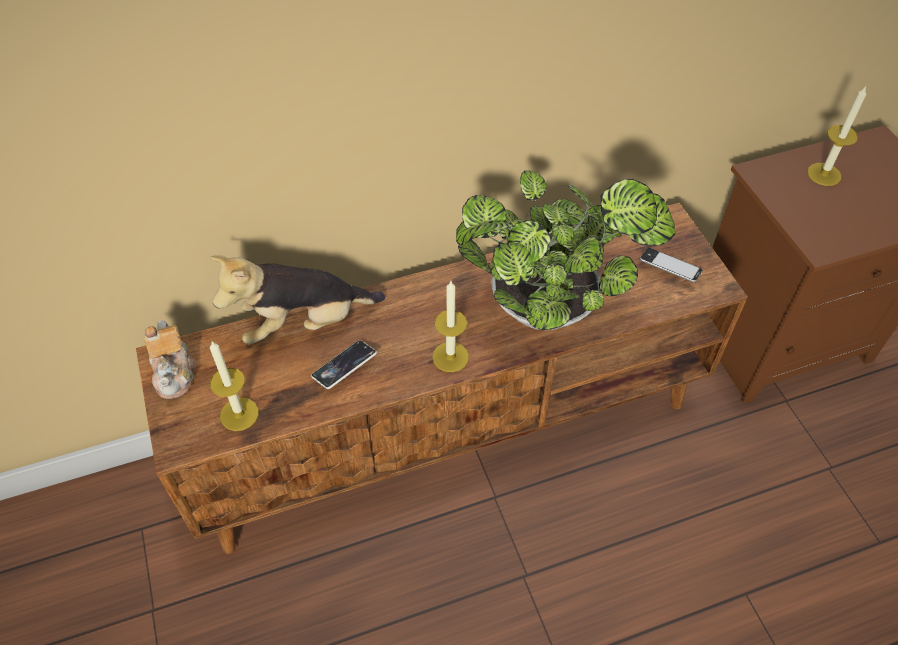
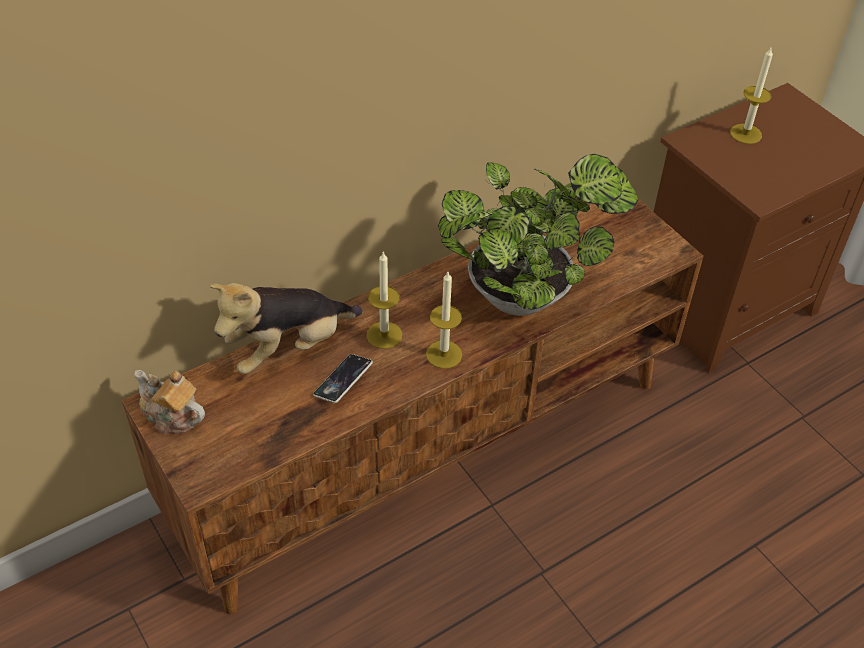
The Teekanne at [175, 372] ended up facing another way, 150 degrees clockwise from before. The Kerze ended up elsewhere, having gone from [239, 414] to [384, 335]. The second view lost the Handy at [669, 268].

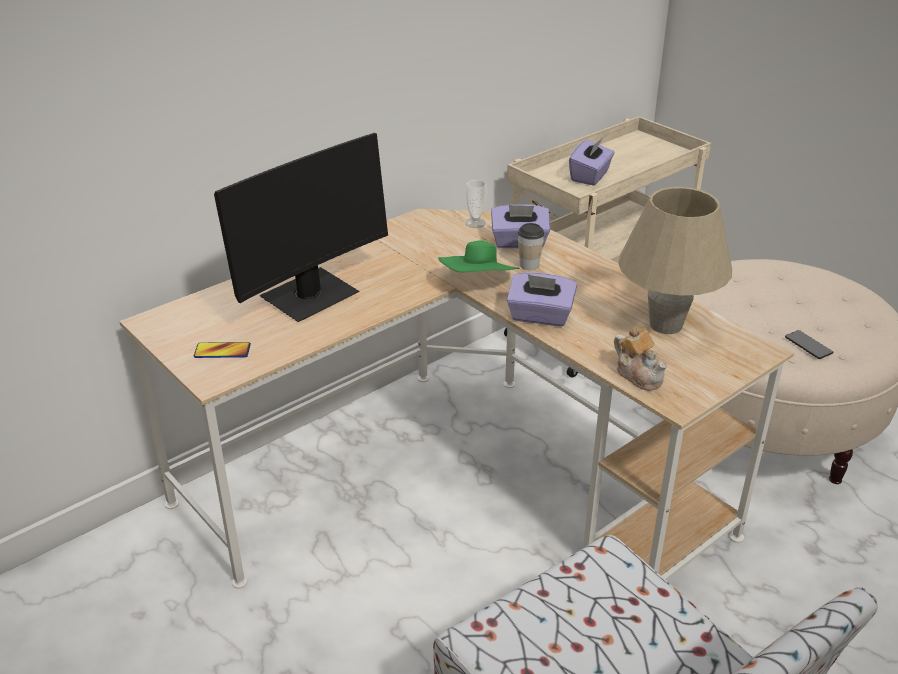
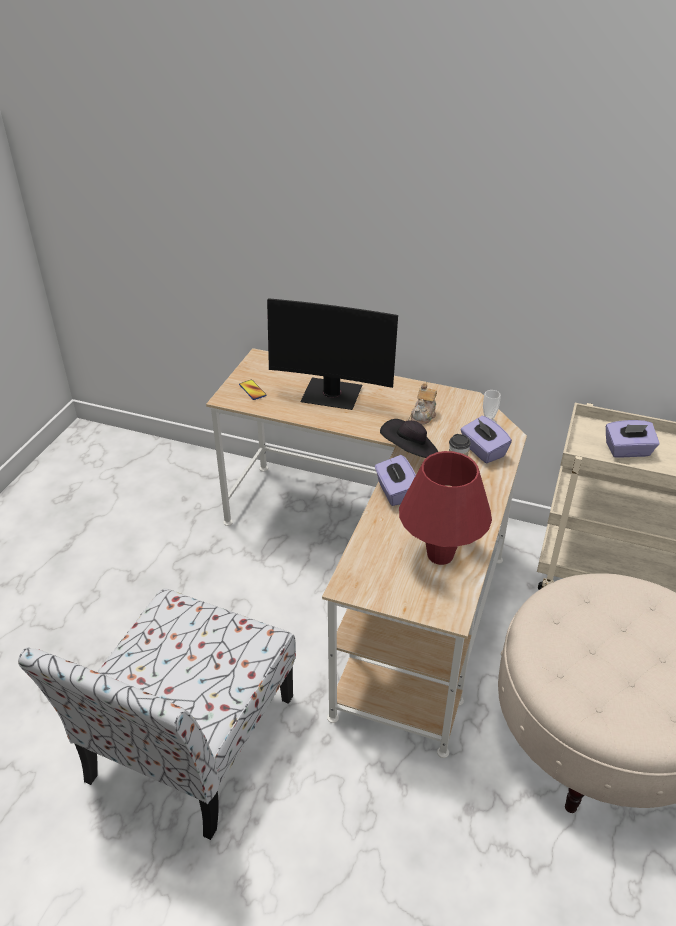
What was the Hut (grün) at [479, 284] turned into the Hut (schwarz) at [410, 452]. What was the Tischlampe (beige) at [665, 325] turned into the Tischlampe (rot) at [440, 555]. The Teekanne ended up elsewhere, having gone from [639, 375] to [424, 415]. The second view lost the Handy at [808, 345].

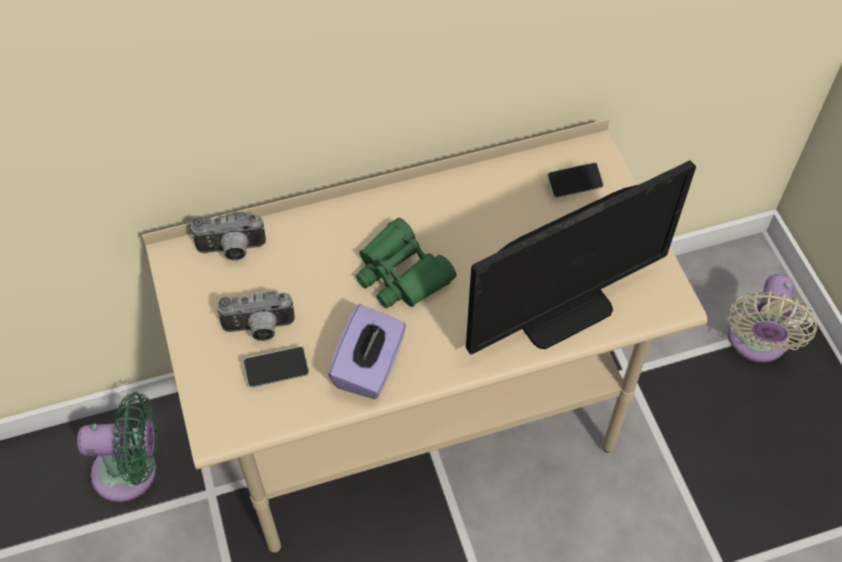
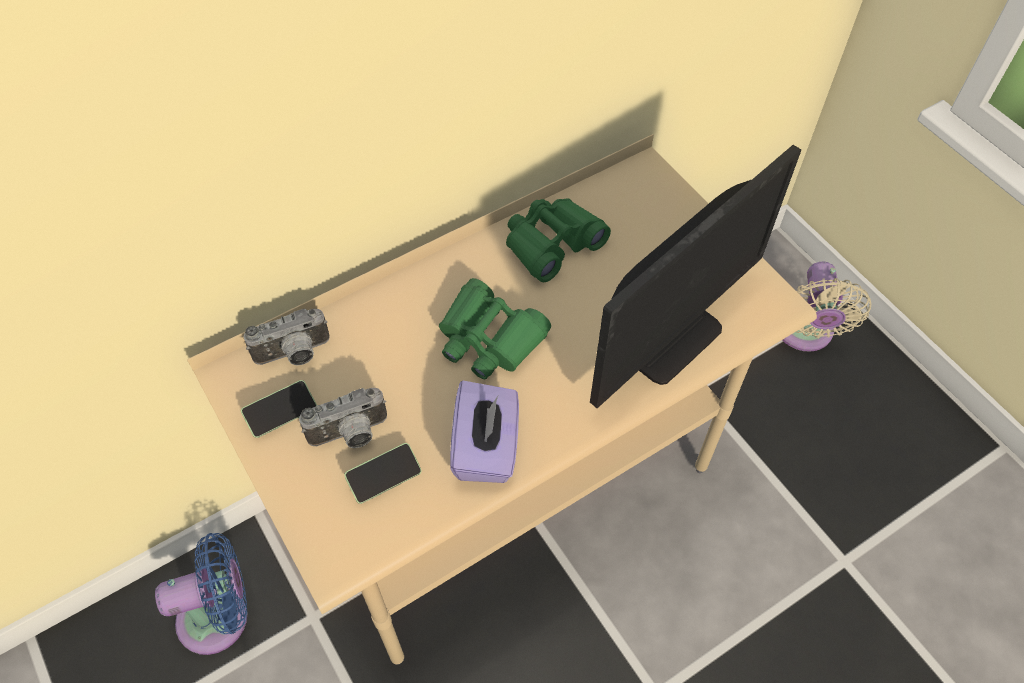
What was the Ventilator (grün) at [132, 471] turned into the Ventilator (blau) at [221, 616]. The Handy ended up elsewhere, having gone from [574, 185] to [281, 413]. The second view gained the Fernglas (grün) at [552, 244].

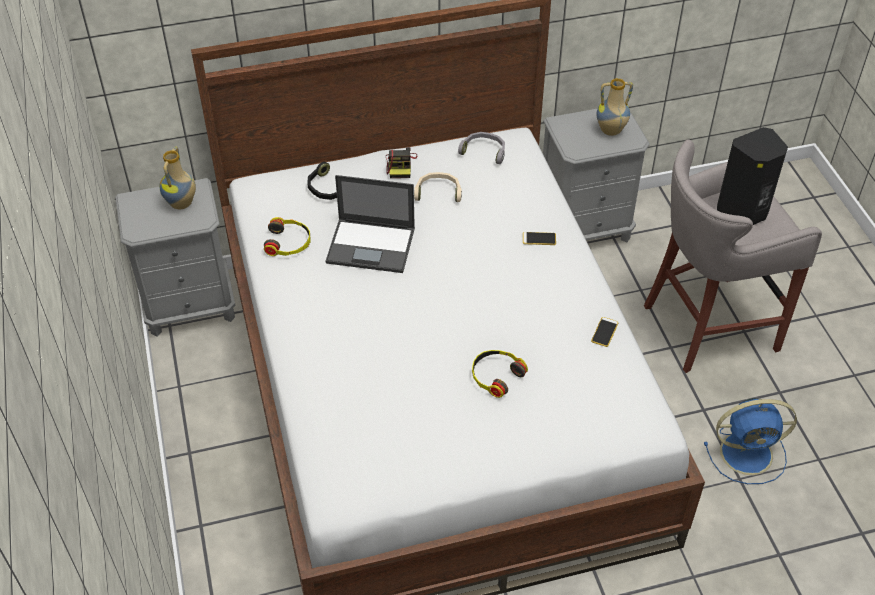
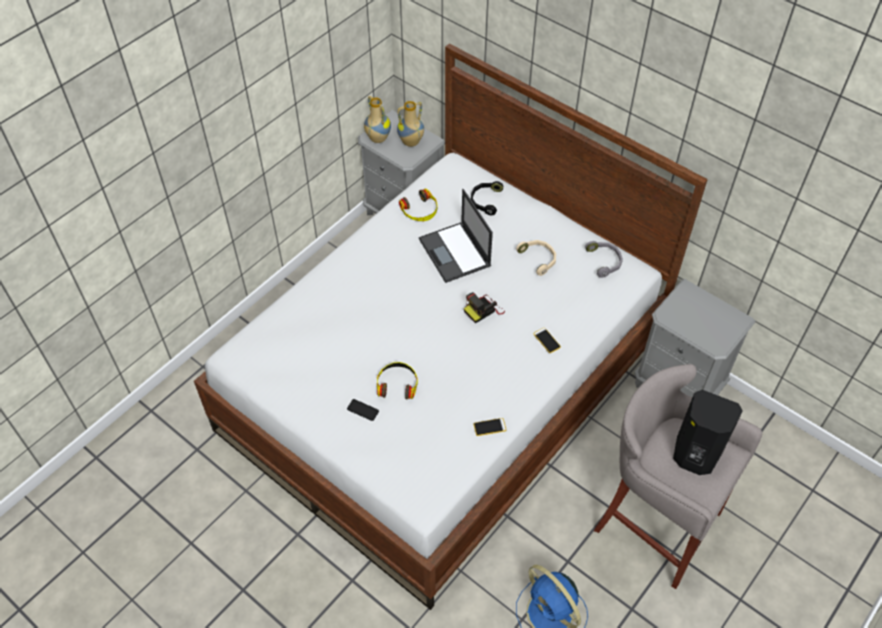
The second view gained the Handy at [363, 410]. The Vase ended up elsewhere, having gone from [610, 131] to [377, 139]. The Kamera ended up elsewhere, having gone from [400, 165] to [483, 310].

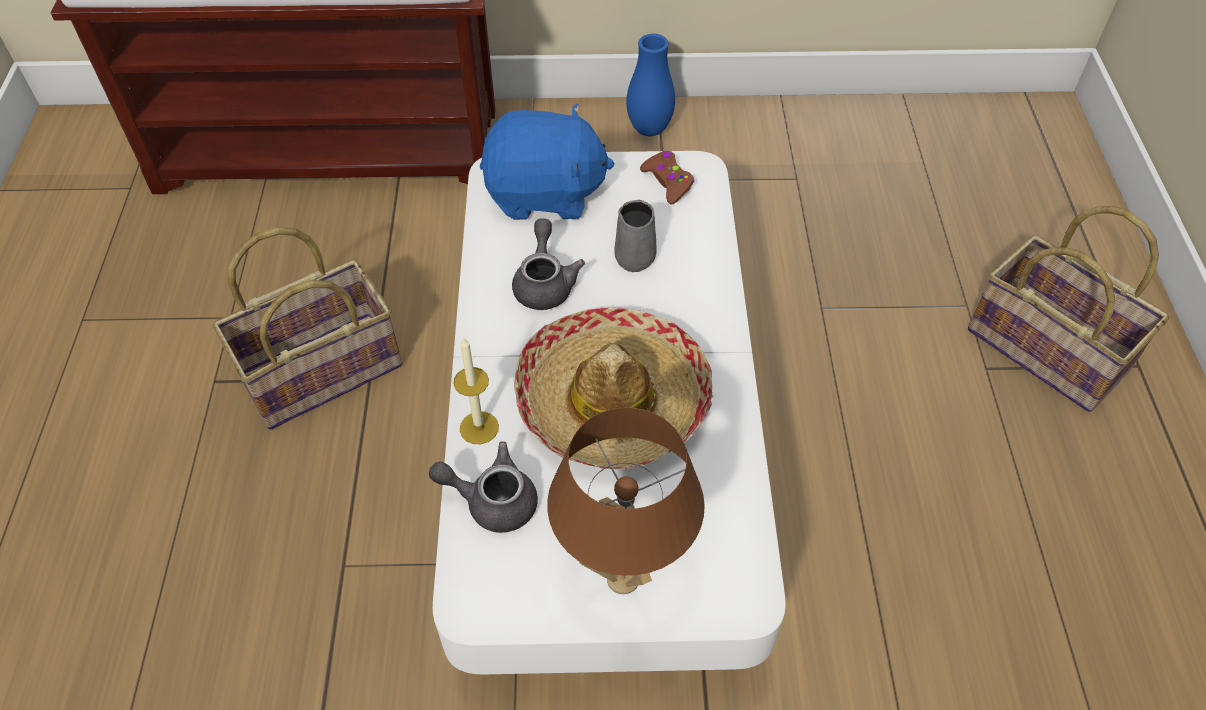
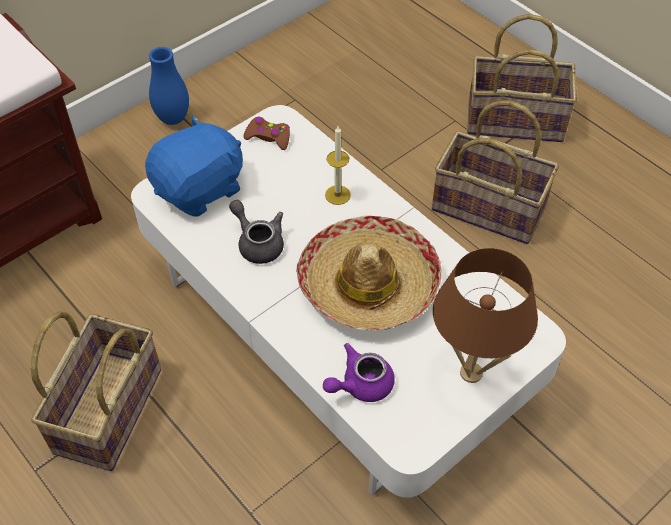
What was the Teekanne (grau) at [492, 501] turned into the Teekanne (lila) at [360, 385]. The Kerze ended up elsewhere, having gone from [479, 427] to [337, 195]. The second view gained the Korb at [489, 207]. The second view lost the Henkelbecher (grau) at [636, 257].

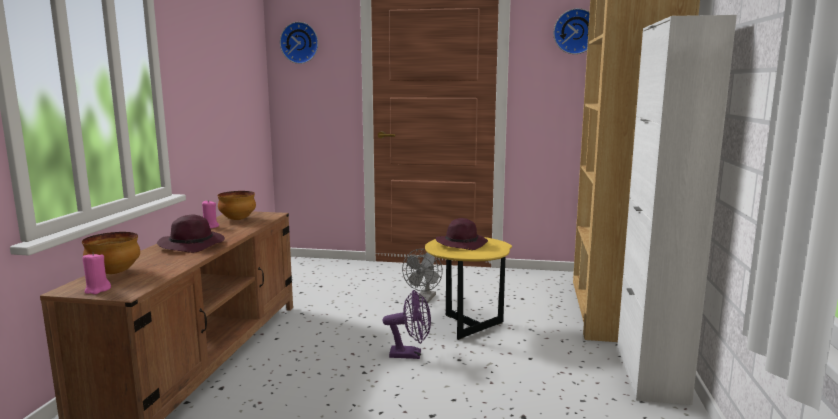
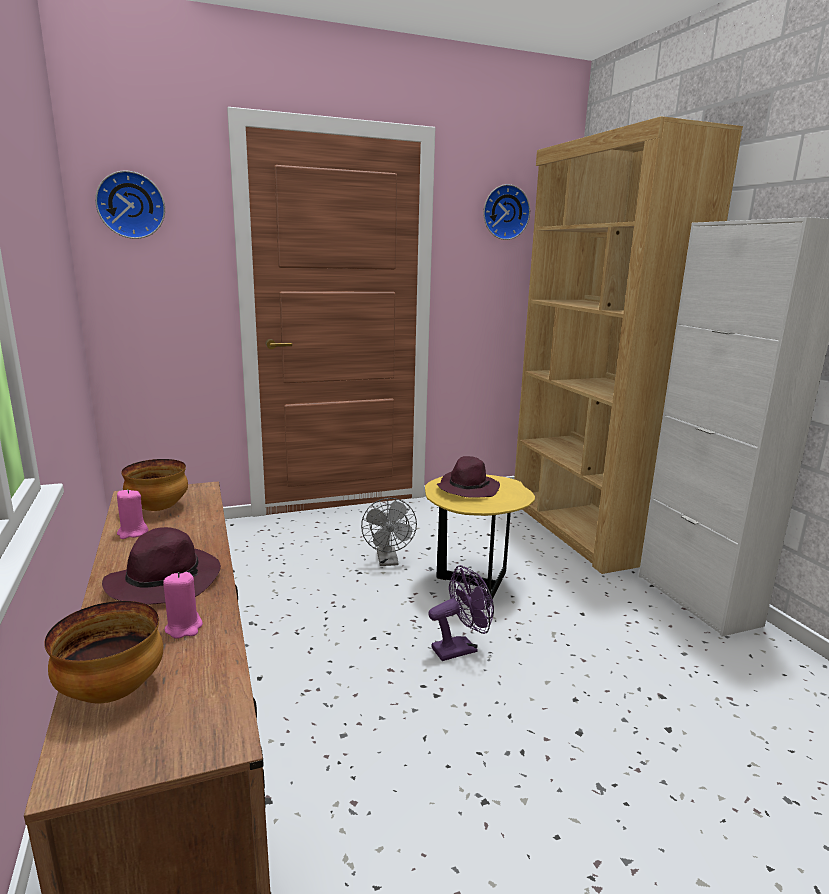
The Kerze (rosa) ended up elsewhere, having gone from [97, 290] to [184, 628].

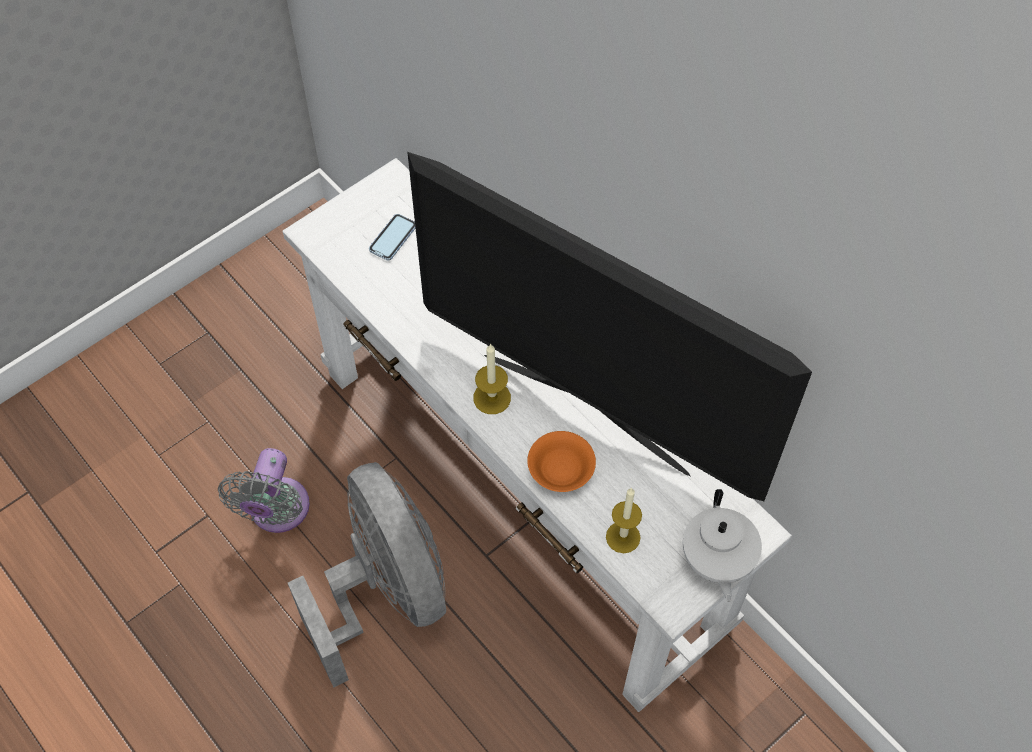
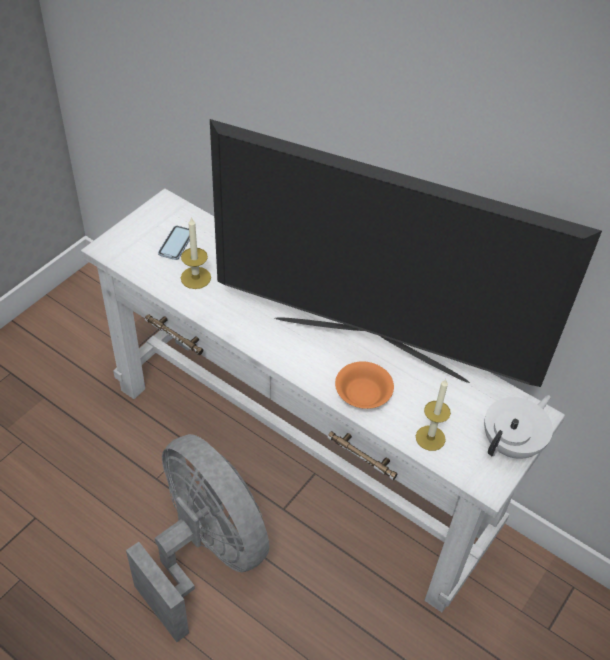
The Kerze ended up elsewhere, having gone from [492, 397] to [195, 278]. The Teekanne (weiß) at [716, 561] ended up facing another way, 120 degrees counterclockwise from before. The second view lost the Ventilator (grau) at [277, 512].

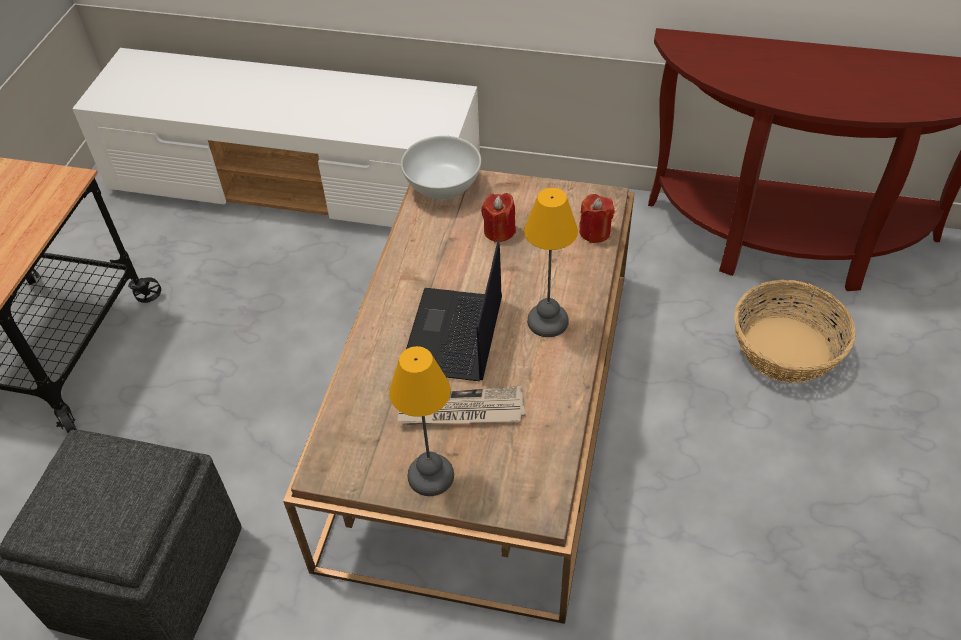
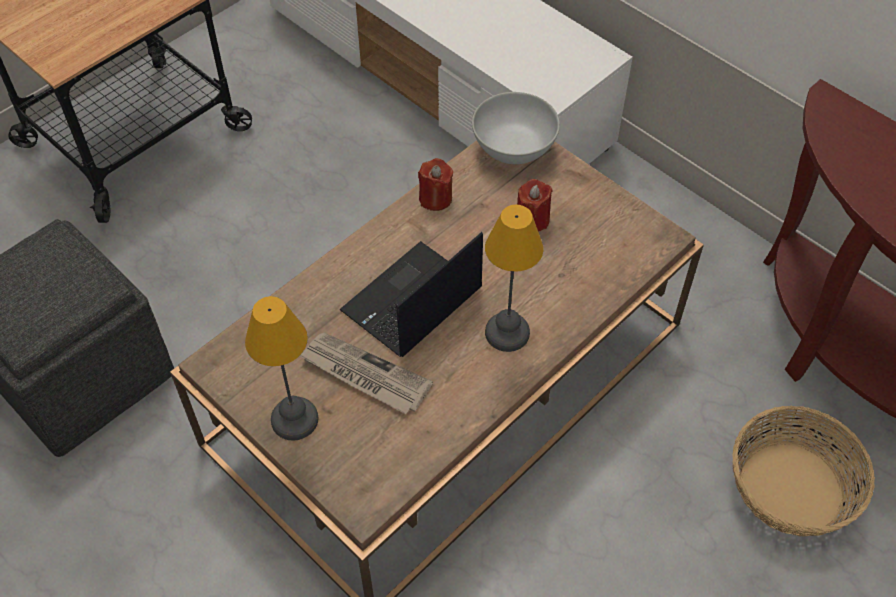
The Kerze (rot) ended up elsewhere, having gone from [595, 232] to [435, 198].

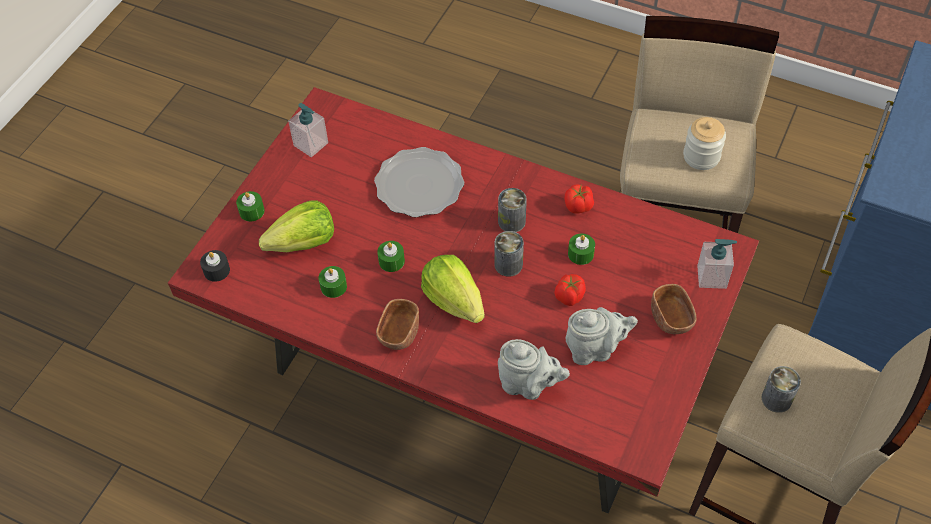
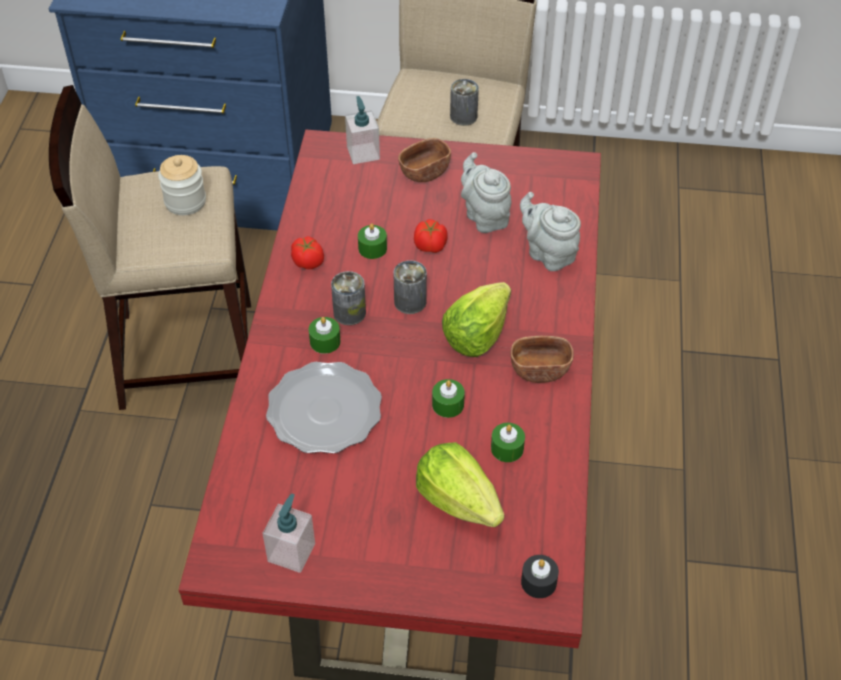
The Kerze (grün) ended up elsewhere, having gone from [251, 211] to [325, 341]. The Teekanne (grau) at [528, 385] ended up facing another way, 45 degrees counterclockwise from before.

